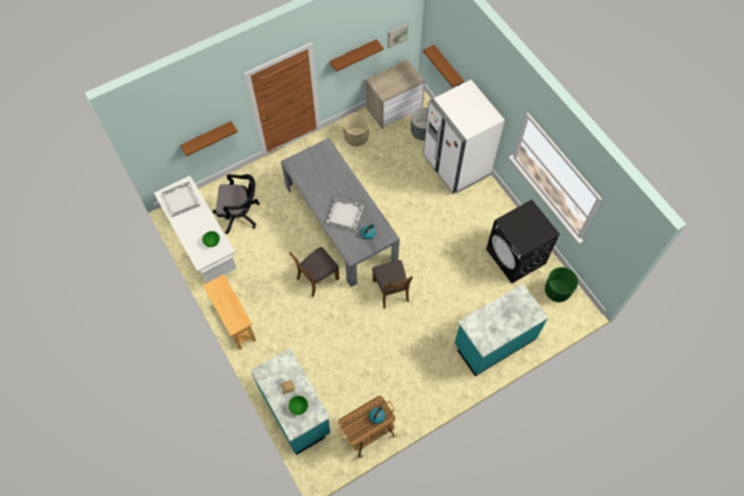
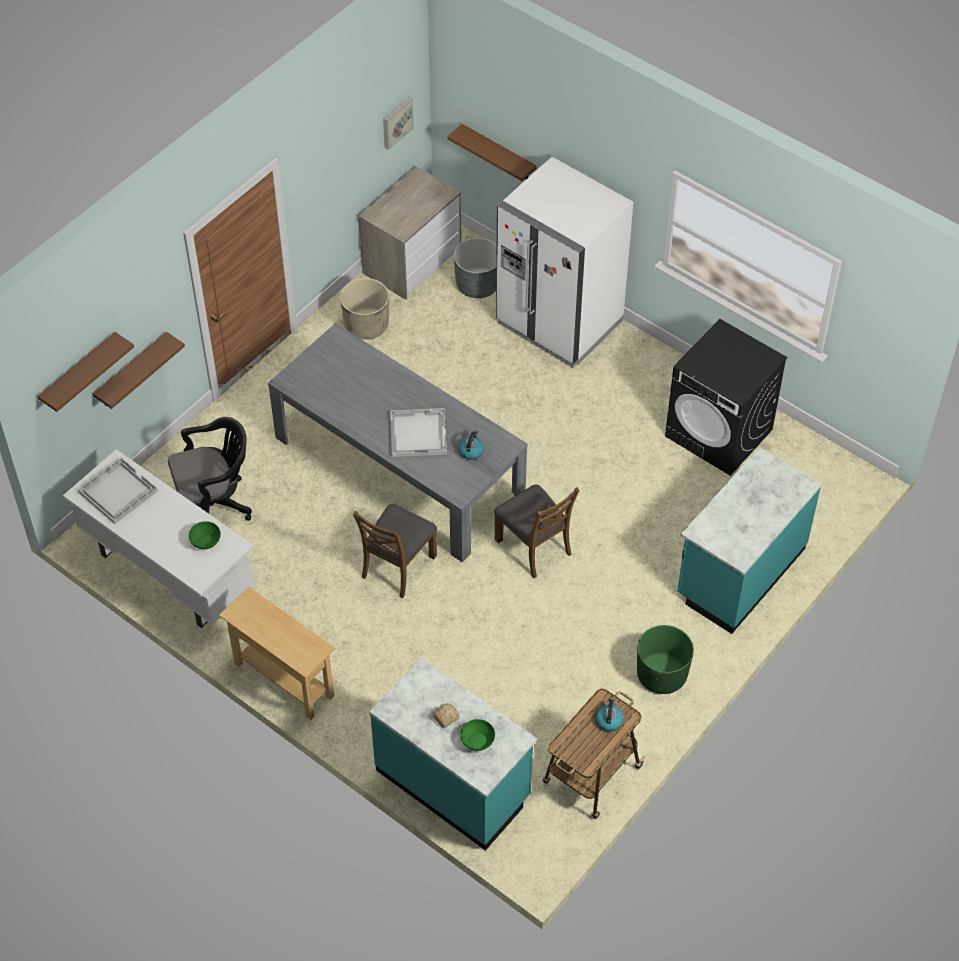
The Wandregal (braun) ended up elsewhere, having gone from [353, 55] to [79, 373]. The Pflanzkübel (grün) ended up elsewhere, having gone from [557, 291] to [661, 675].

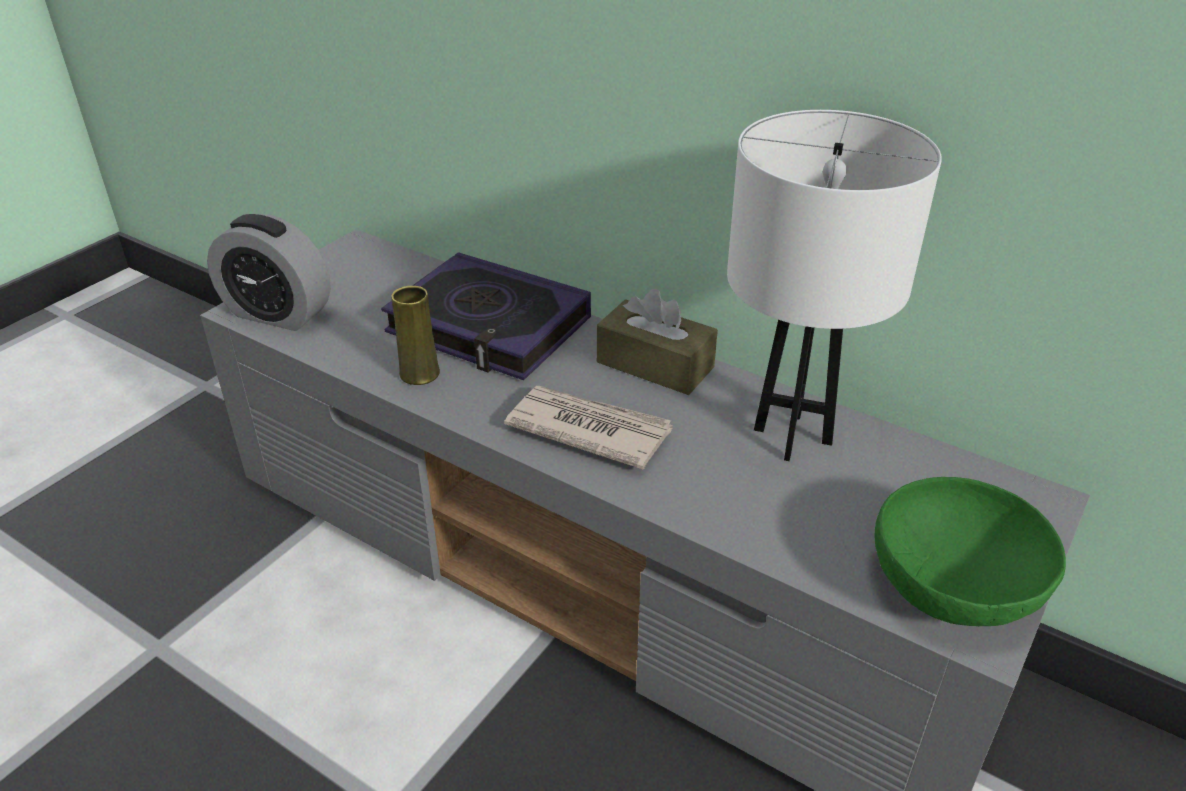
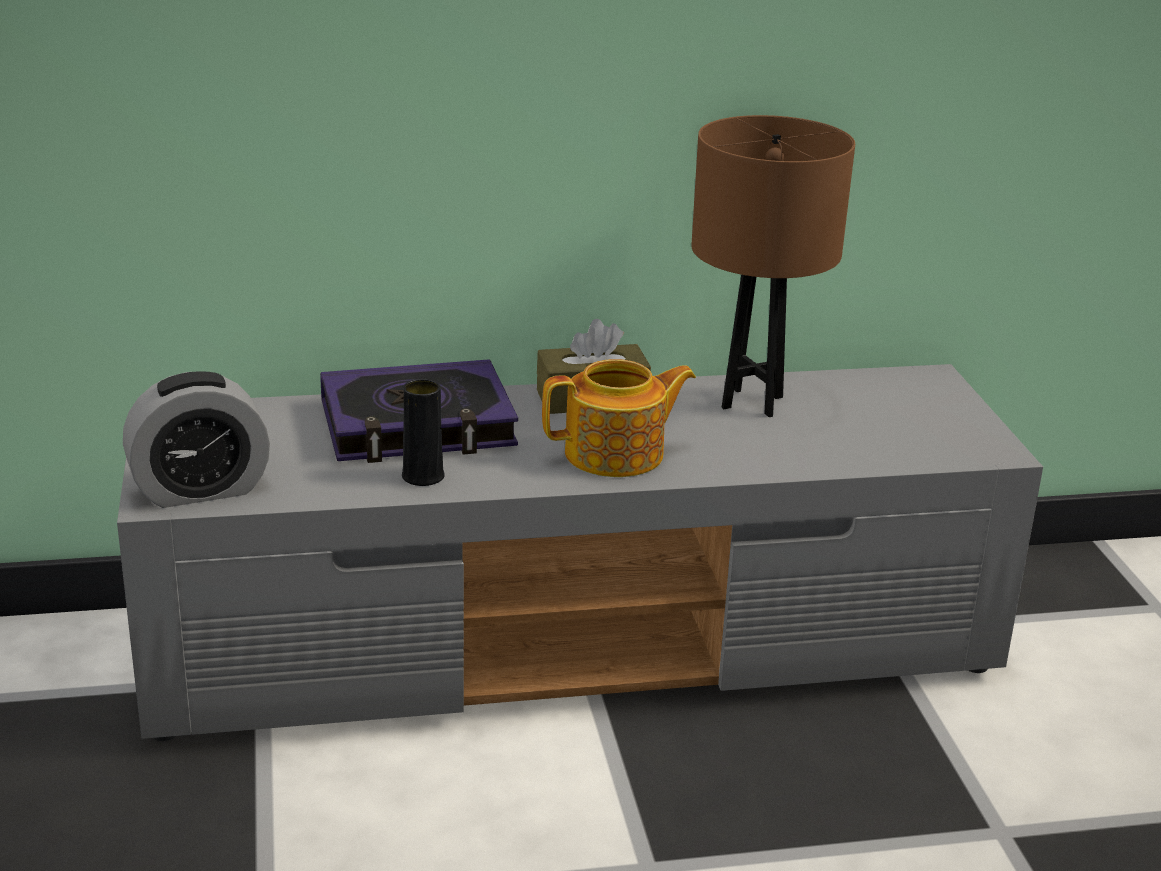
What was the Vase (gelb) at [419, 374] turned into the Vase (schwarz) at [423, 476]. Where the Zeitung stood at [588, 429], the Teekanne came to stand at [617, 454]. What was the Tischlampe (weiß) at [793, 436] turned into the Tischlampe (braun) at [753, 402]. The second view lost the Schüssel (grün) at [955, 588].

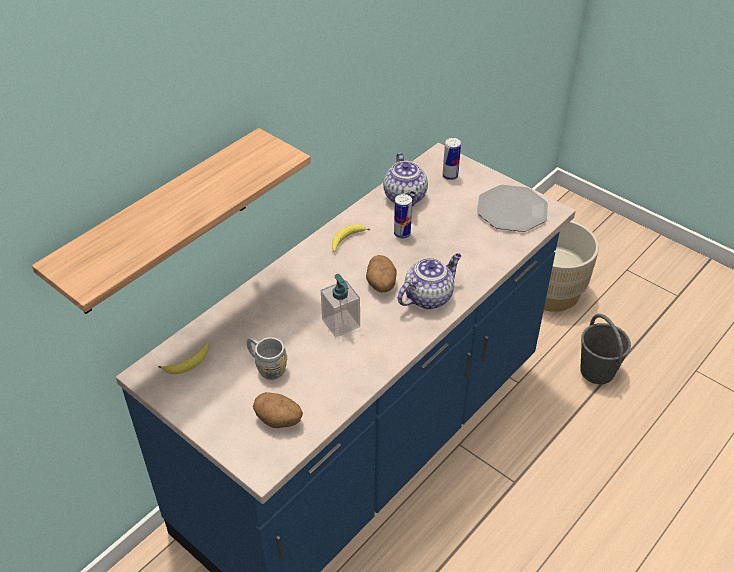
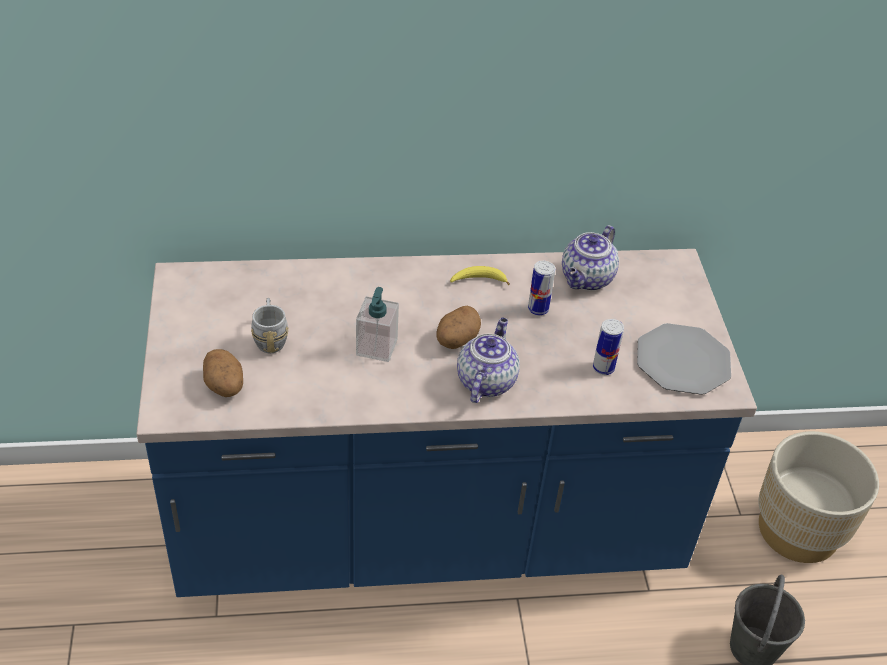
The Teekanne at [428, 296] ended up facing another way, 75 degrees counterclockwise from before. The Dose ended up elsewhere, having gone from [450, 176] to [603, 368]. The second view lost the Wandregal at [162, 224]. The second view lost the Banane at [188, 362].

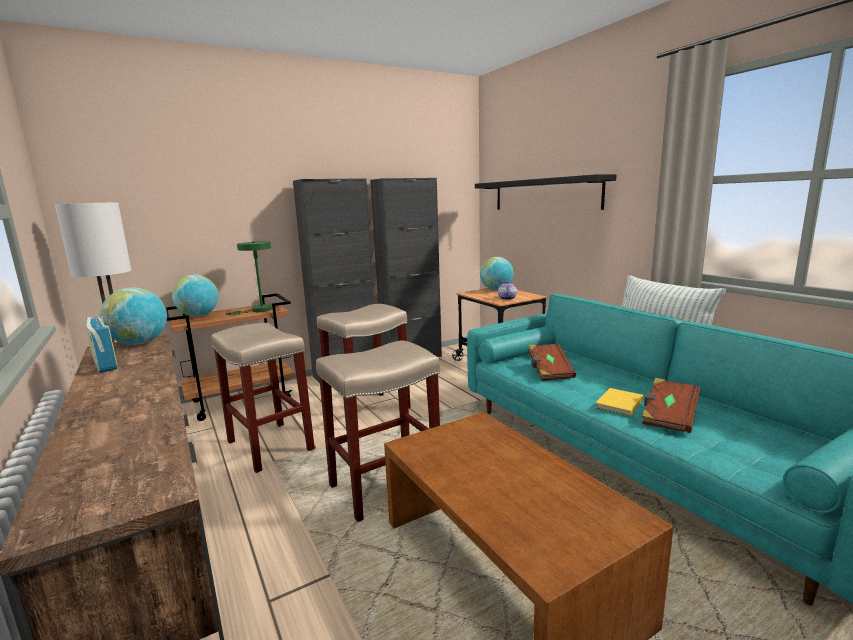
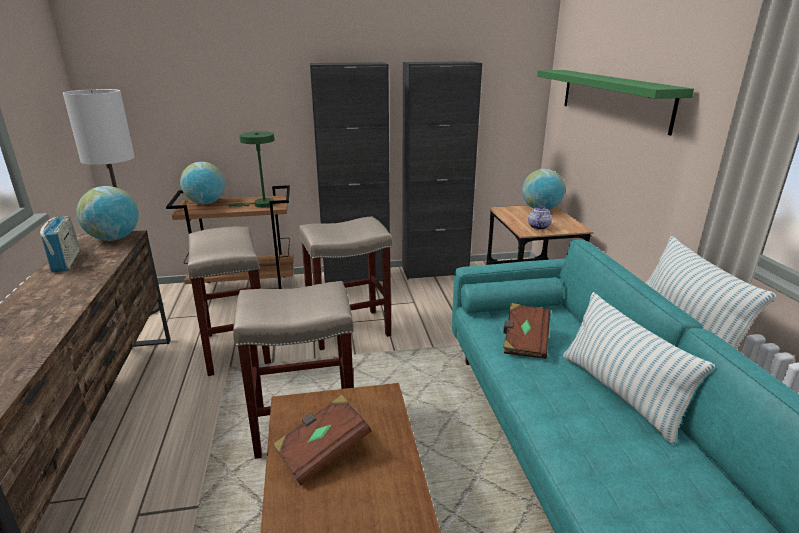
The Buch (braun) ended up elsewhere, having gone from [668, 417] to [322, 451]. What was the Wandregal (schwarz) at [544, 194] turned into the Wandregal (grün) at [612, 98]. The second view gained the Kissen at [620, 393]. The second view lost the Buch (gelb) at [618, 404].

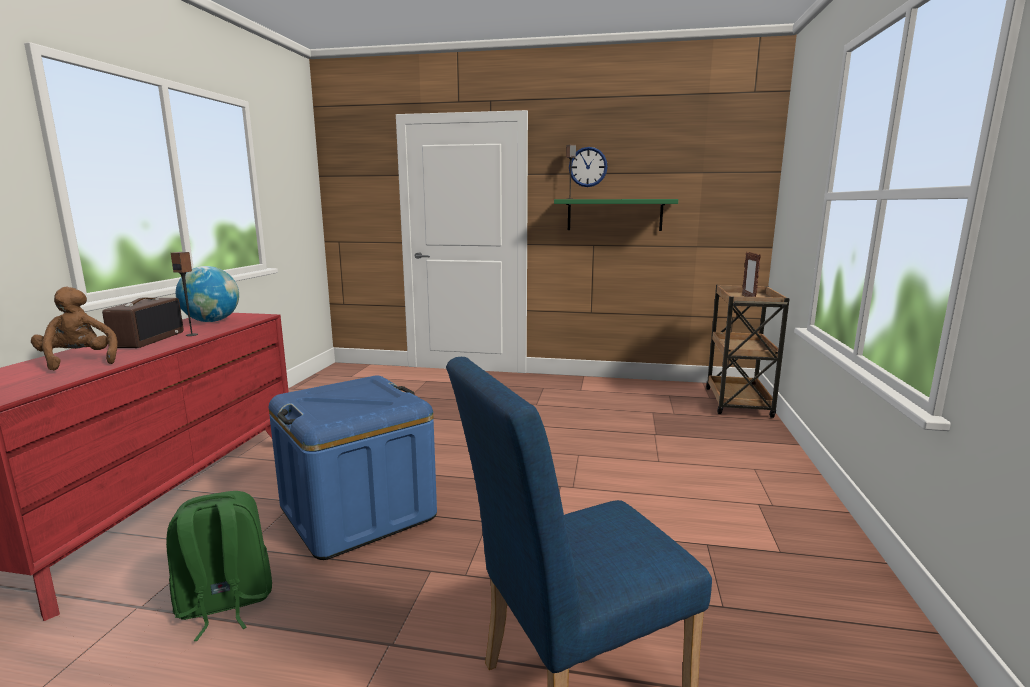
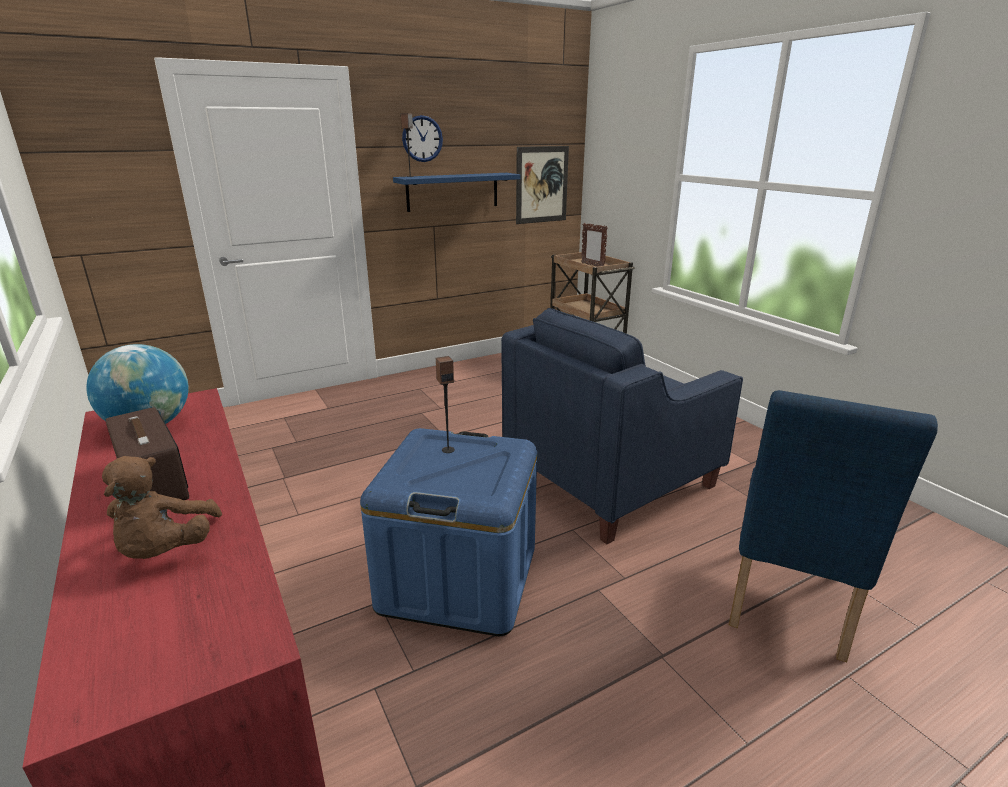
The Plüschtier (braun) at [79, 361] ended up facing another way, 105 degrees counterclockwise from before. What was the Wandregal (grün) at [614, 215] turned into the Wandregal (blau) at [452, 191]. The Lautsprecher ended up elsewhere, having gone from [192, 335] to [448, 450]. The second view gained the Sessel (blau) at [610, 480]. The second view gained the Bild at [542, 185]. The second view lost the Rucksack (grün) at [224, 604].

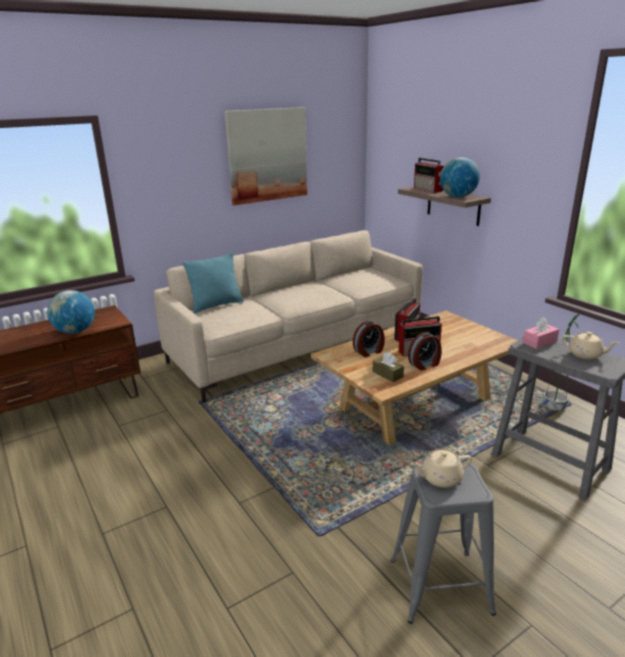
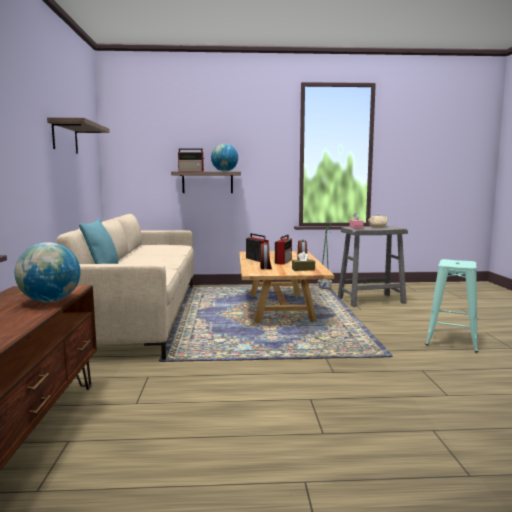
Where the Bild hung at [267, 155], the Wandregal came to hang at [65, 137]. What was the Hocker (grau) at [440, 585] turned into the Hocker (türkis) at [452, 340]. The second view lost the Teekanne (beige) at [440, 478].

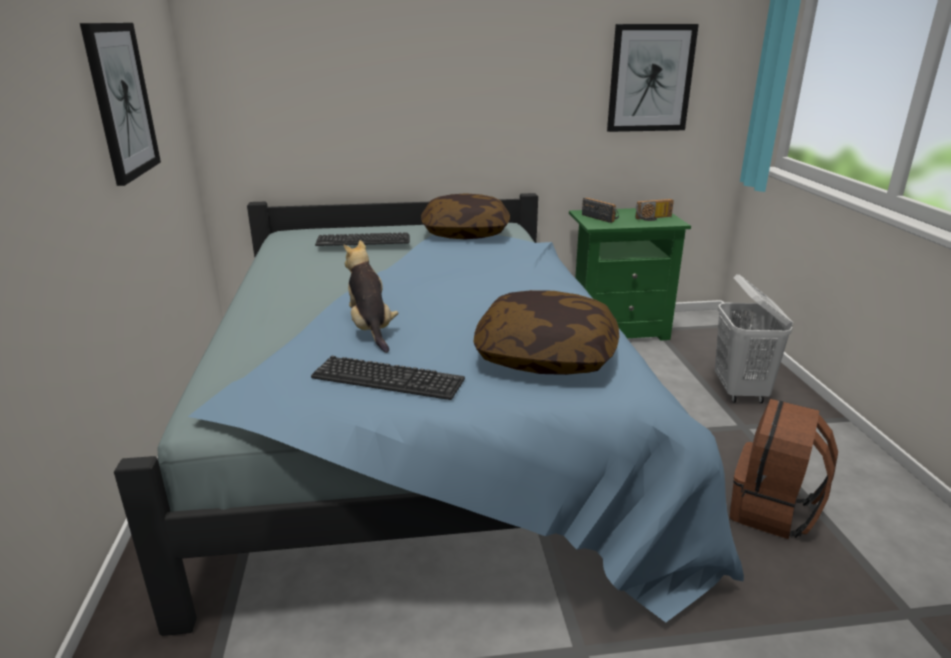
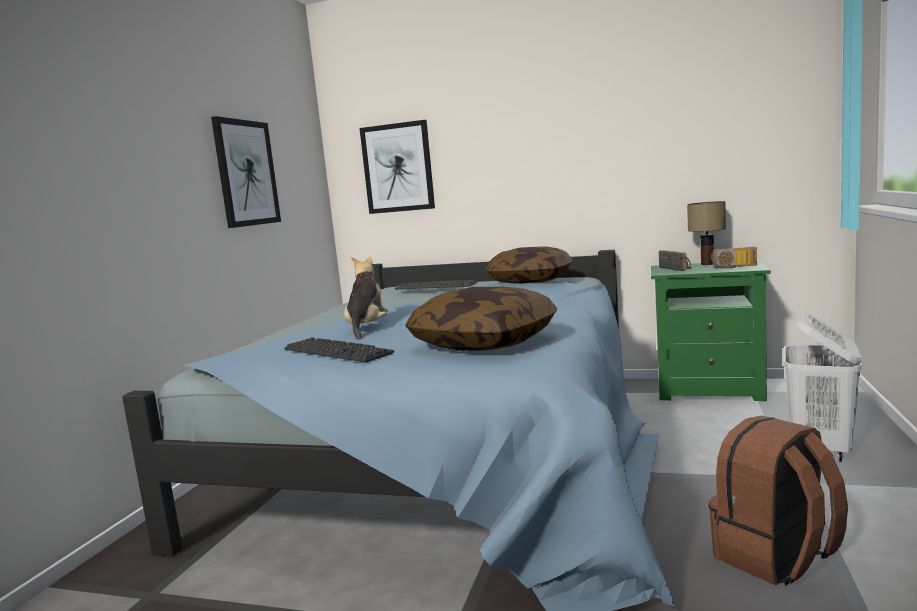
The Bild ended up elsewhere, having gone from [650, 78] to [398, 168]. The second view gained the Tischlampe at [707, 264].

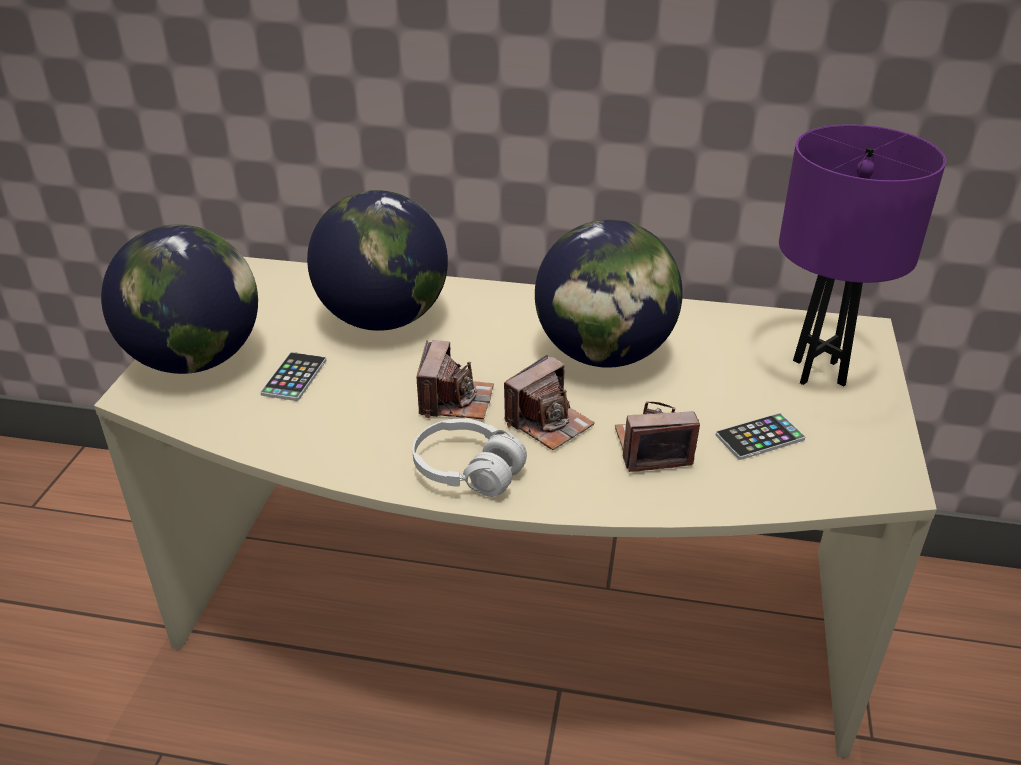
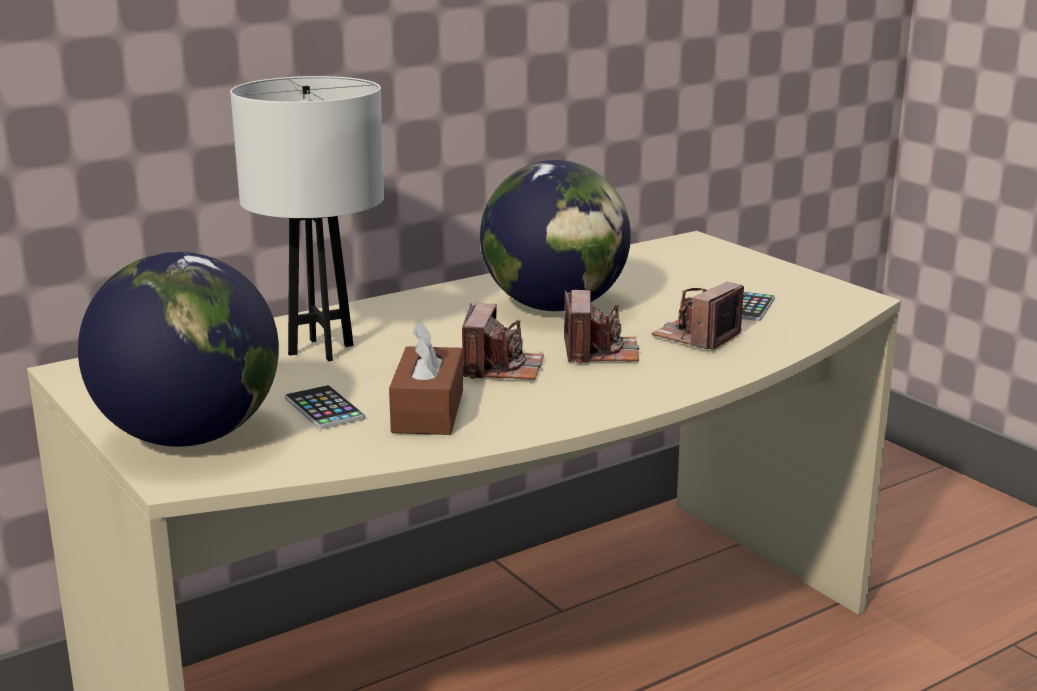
Where the Globus stood at [384, 319], the Tischlampe (weiß) came to stand at [320, 349]. The second view gained the Taschentuchbox (braun) at [428, 411]. The Kamera at [455, 400] ended up facing another way, 45 degrees clockwise from before. The second view lost the Kopfhörer (weiß) at [467, 471]. The second view lost the Tischlampe (lila) at [819, 372].

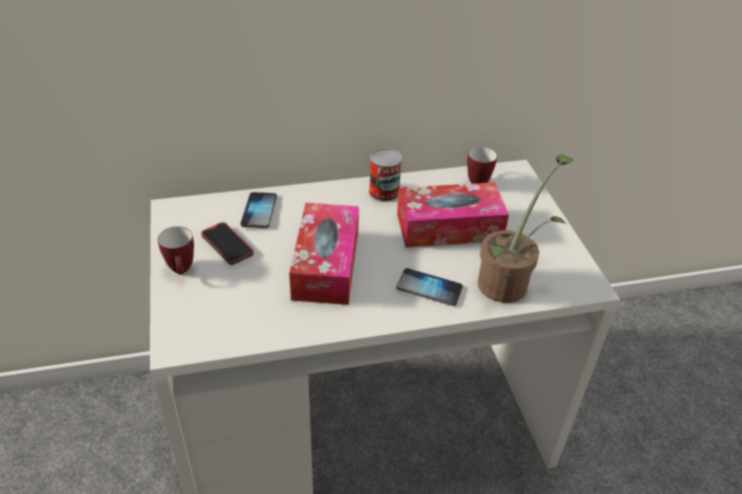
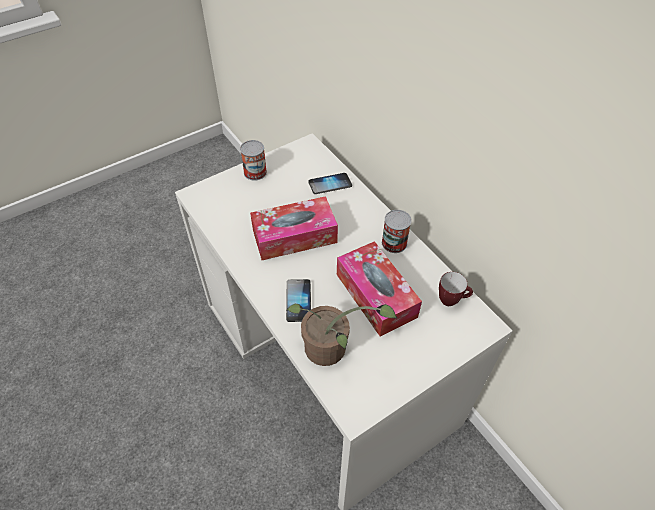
Where the Henkelbecher stood at [182, 271], the Dose came to stand at [255, 172]. The second view lost the Handy at [227, 245].

